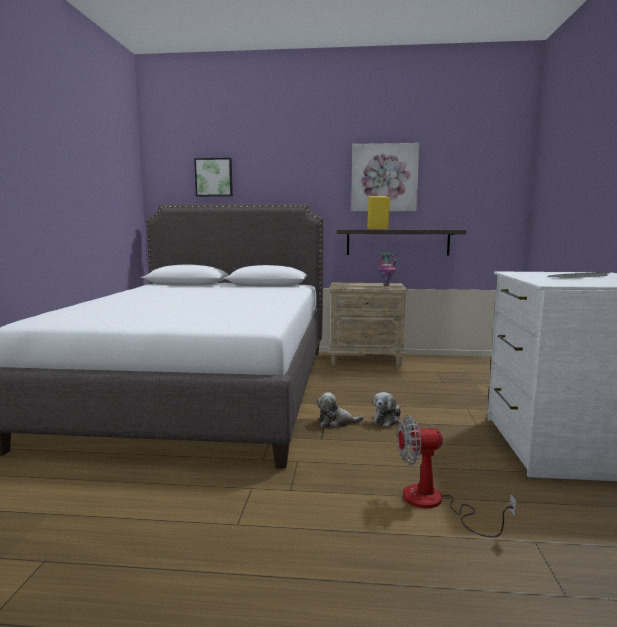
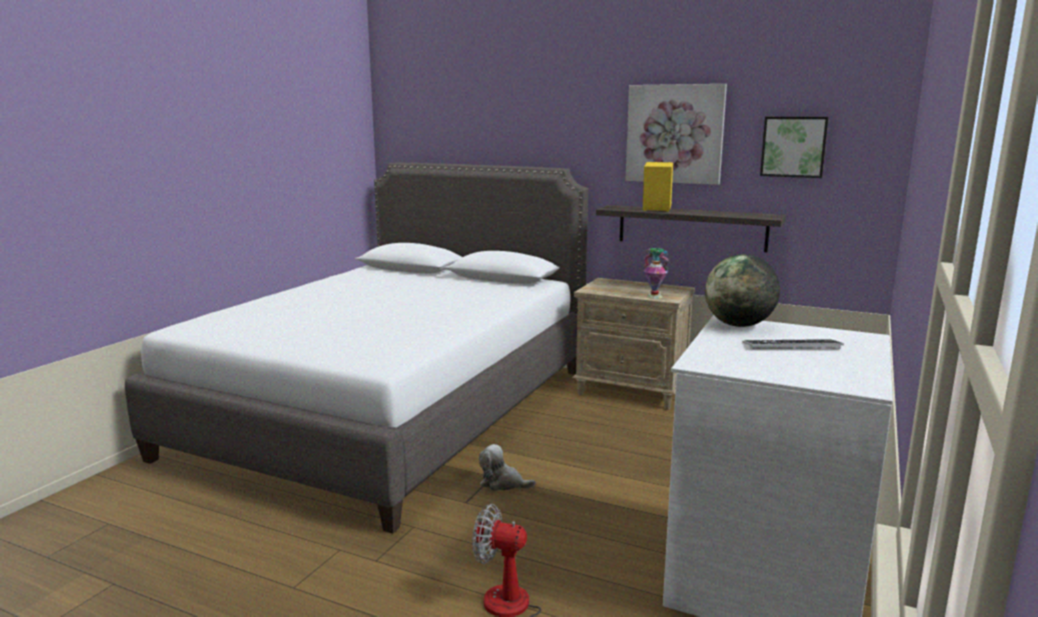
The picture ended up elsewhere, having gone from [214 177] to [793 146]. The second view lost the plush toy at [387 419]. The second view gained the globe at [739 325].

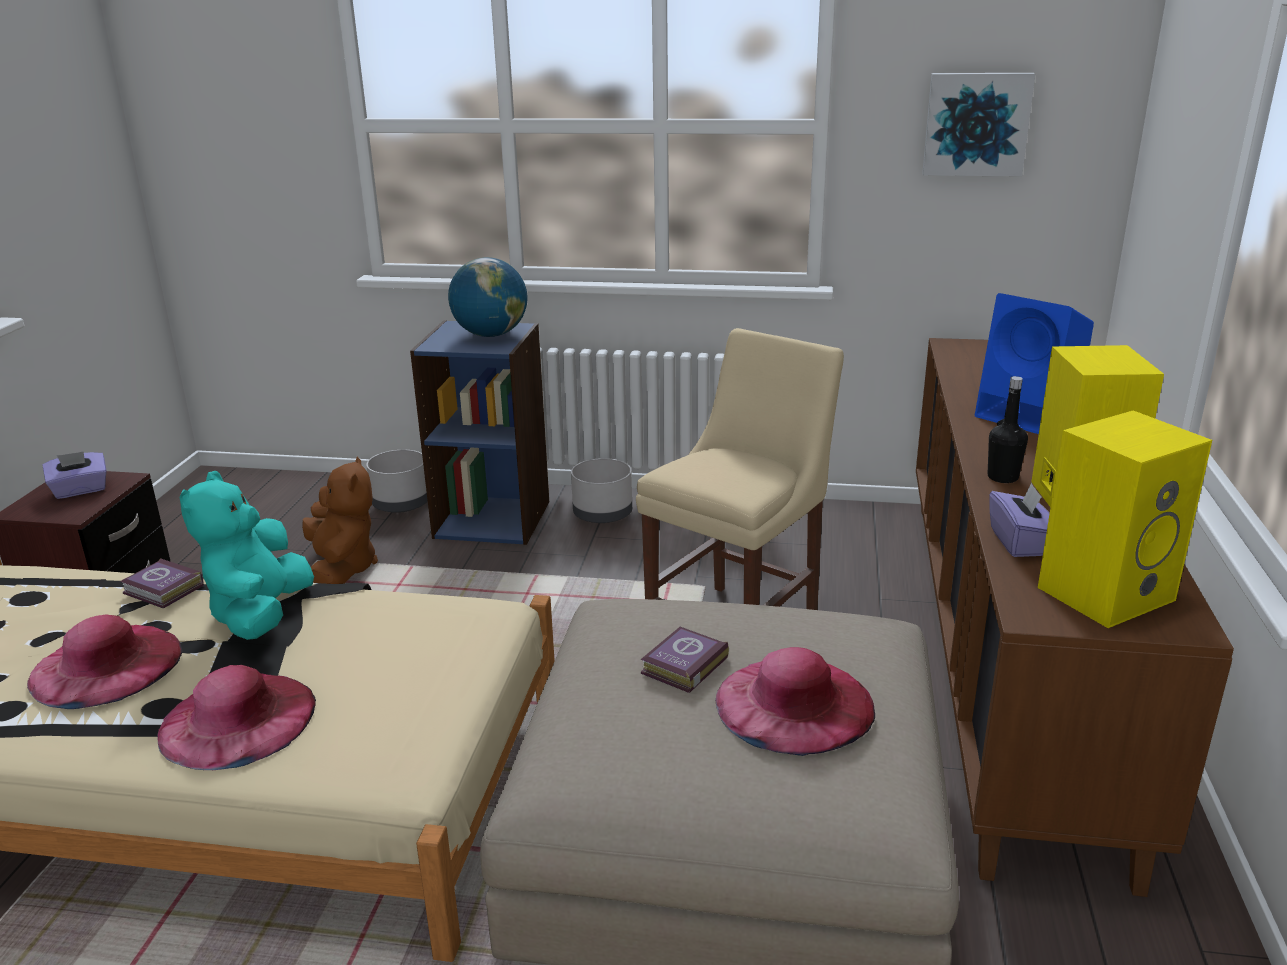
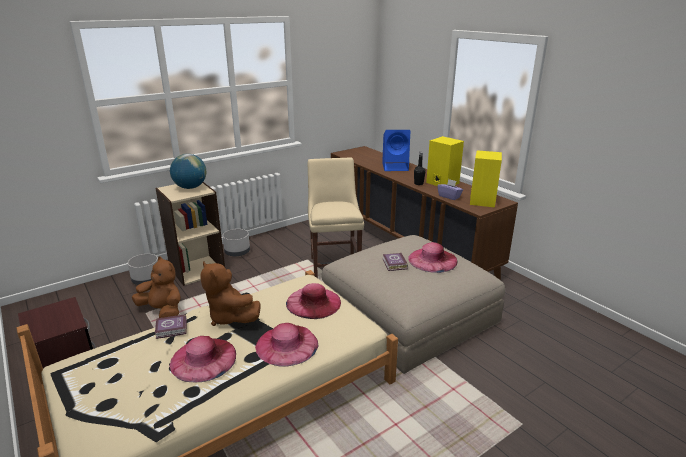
The second view lost the purplish box of tissues at [80 490]. What was the blue-green plush toy at [261 615] turned into the brownish plush toy at [230 317]. What was the blue bookcase at [493 519] turned into the beige-coloured bookcase at [197 269]. The second view lost the picture at [976 124]. The second view gained the pink clothing hat at [313 302].

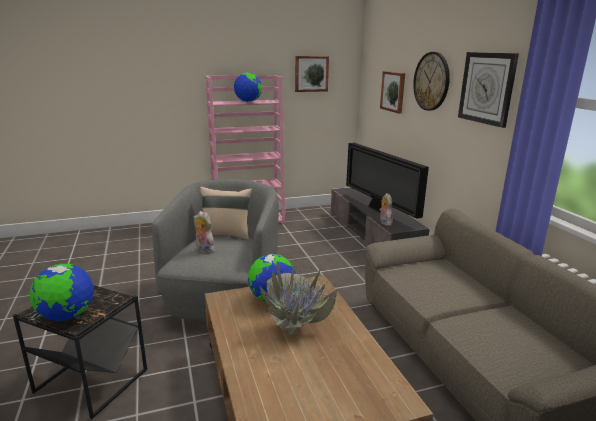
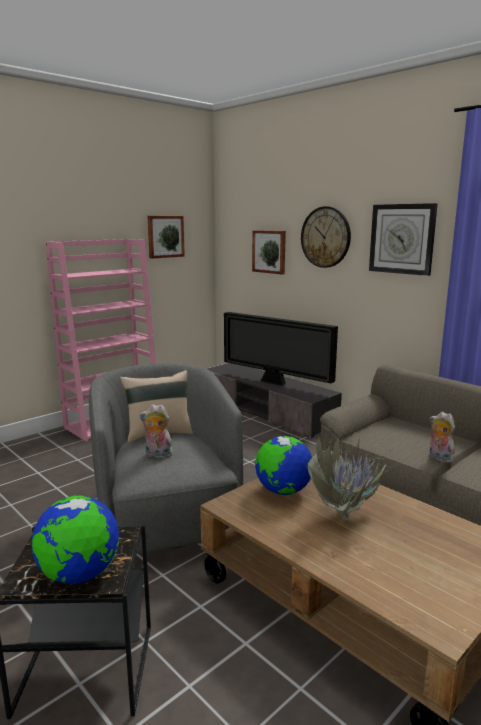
The second view lost the globe at [248 102]. The plush toy ended up elsewhere, having gone from [384 222] to [439 458].

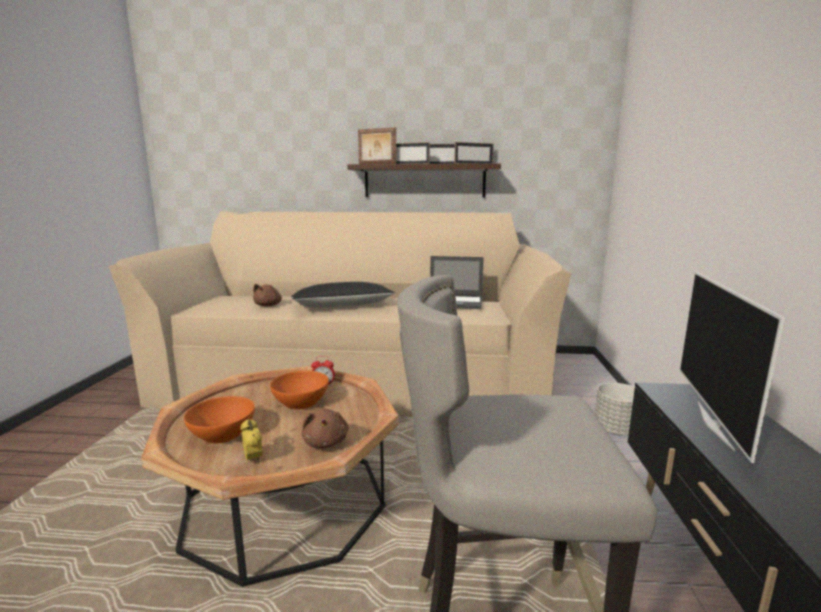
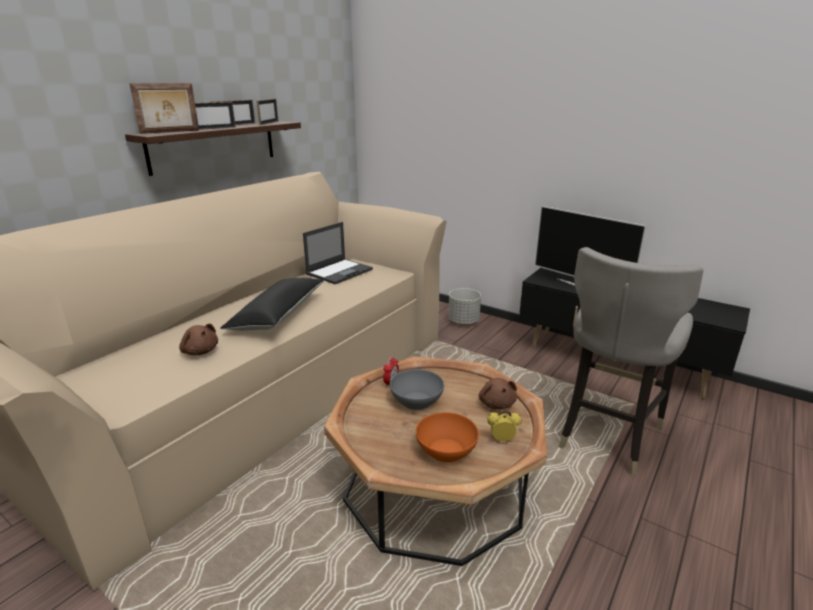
What was the orange serving bowl at [300 402] turned into the greyish serving bowl at [416 401]. The brownish plush toy at [326 442] ended up facing another way, 60 degrees clockwise from before.

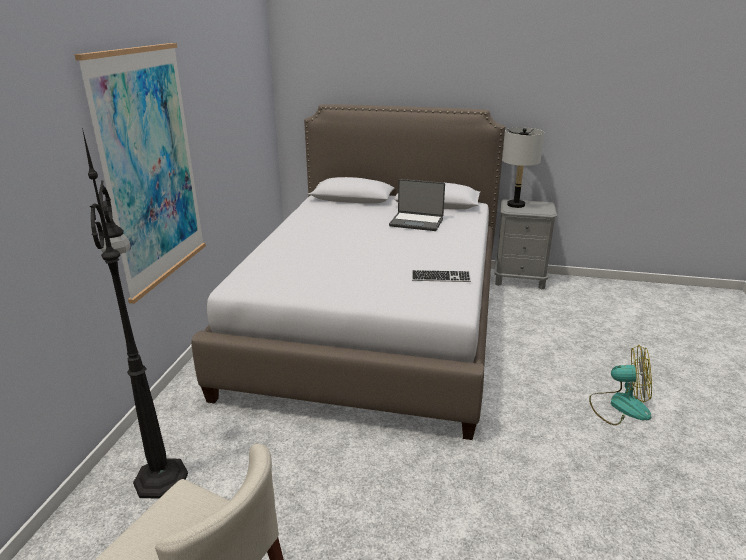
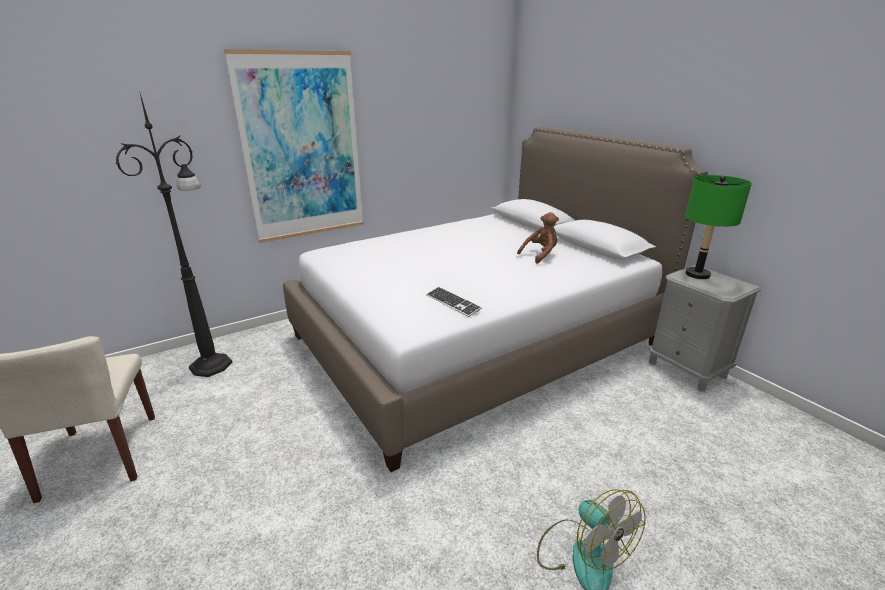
Where the laptop stood at [416 222], the brownish plush toy came to stand at [540 255]. What was the greyish lamp for a table at [515 205] turned into the green lamp for a table at [697 274].

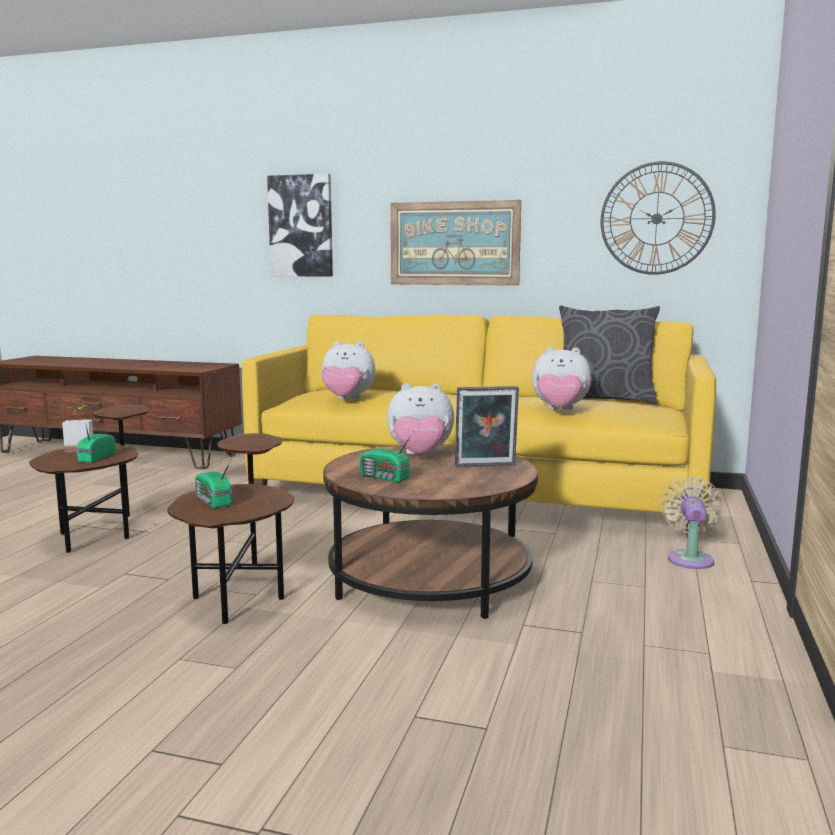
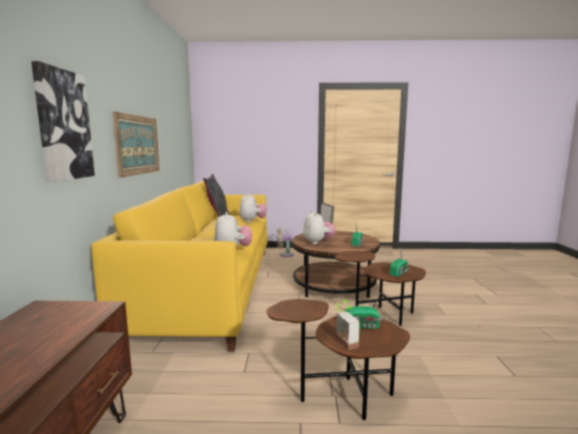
The second view lost the hanging clock at [656 218].

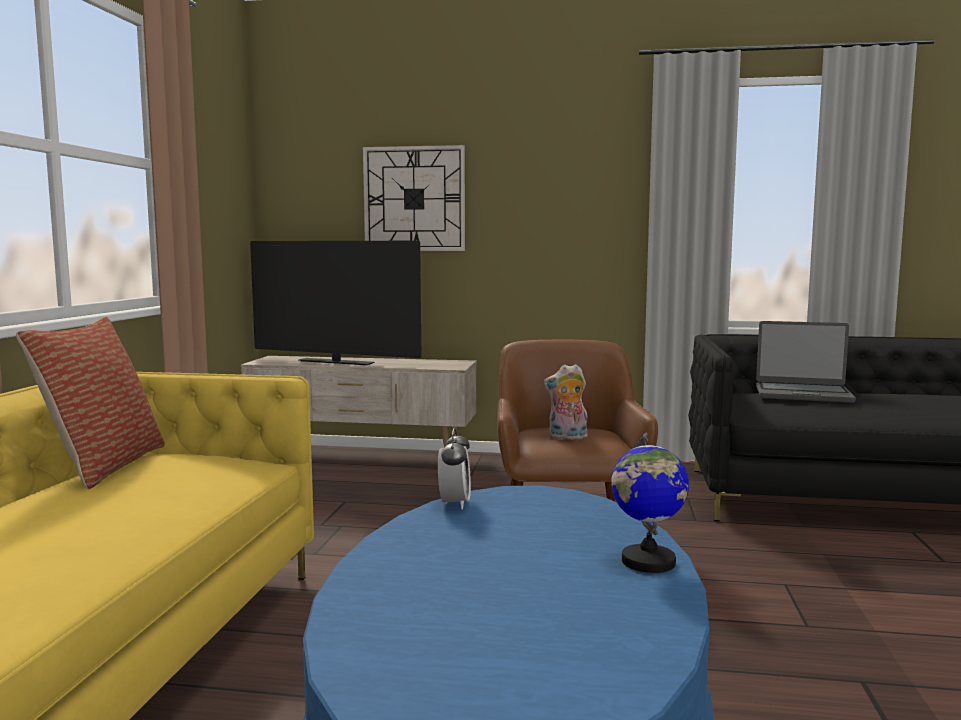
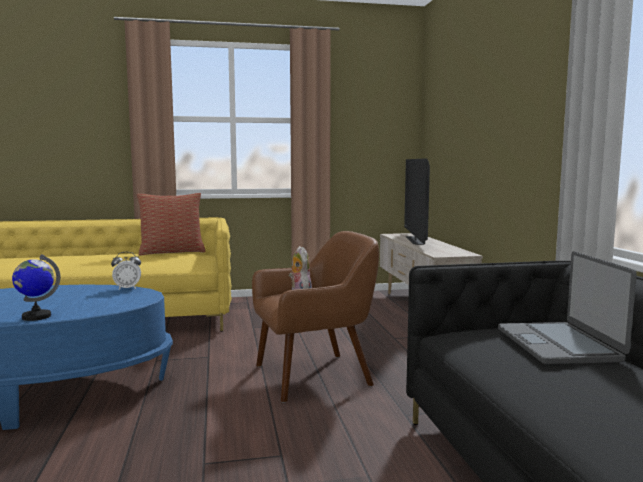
The second view lost the hanging clock at [414 199].

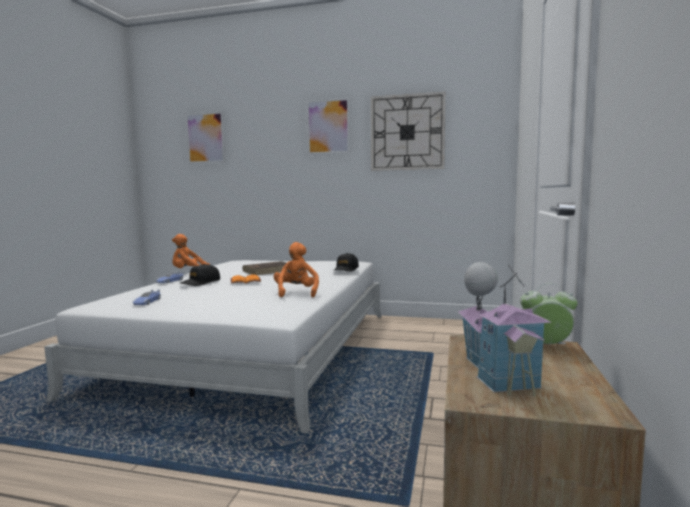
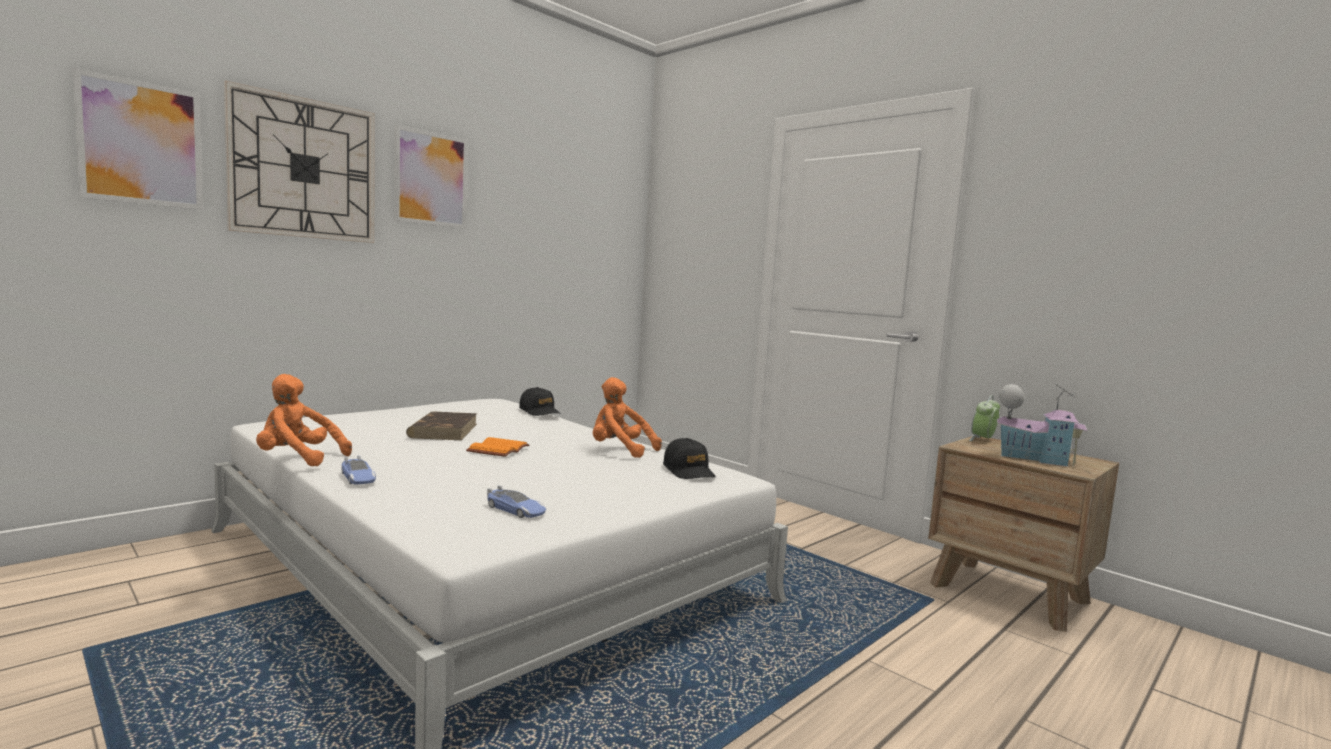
The orange plush toy at [189 272] ended up facing another way, 75 degrees clockwise from before. The blackish cap ended up elsewhere, having gone from [201 282] to [689 471]. The hanging clock ended up elsewhere, having gone from [407 132] to [304 169].

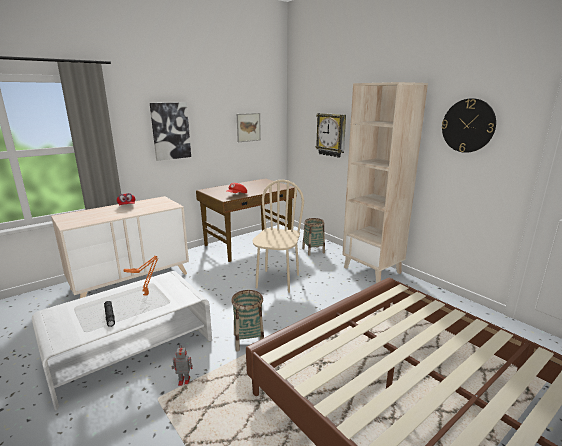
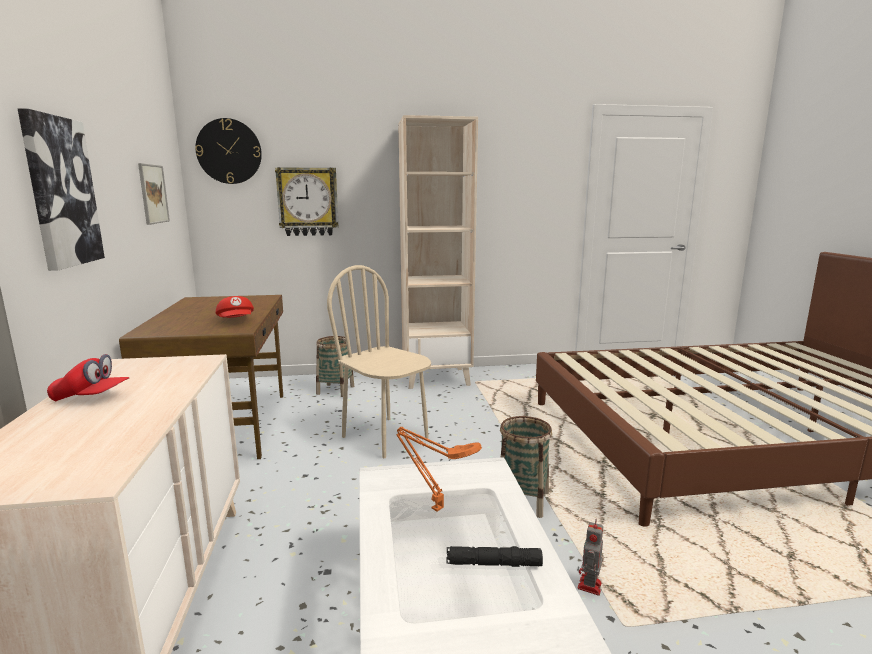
The hanging clock ended up elsewhere, having gone from [468 125] to [229 151].

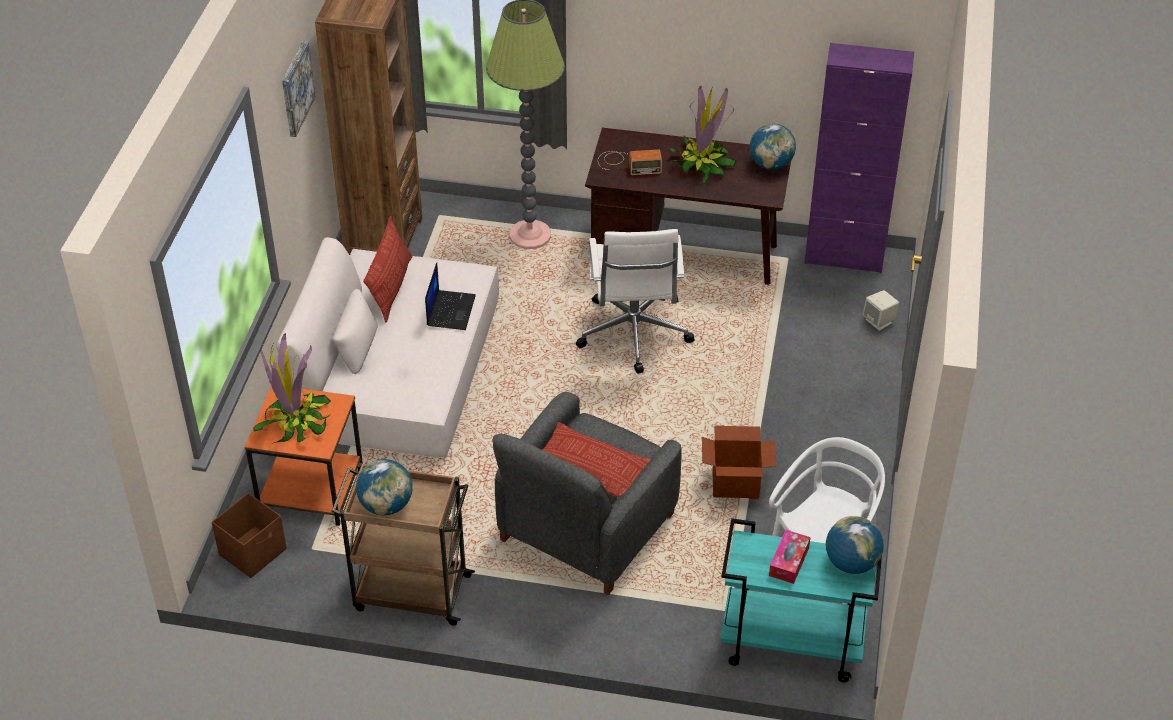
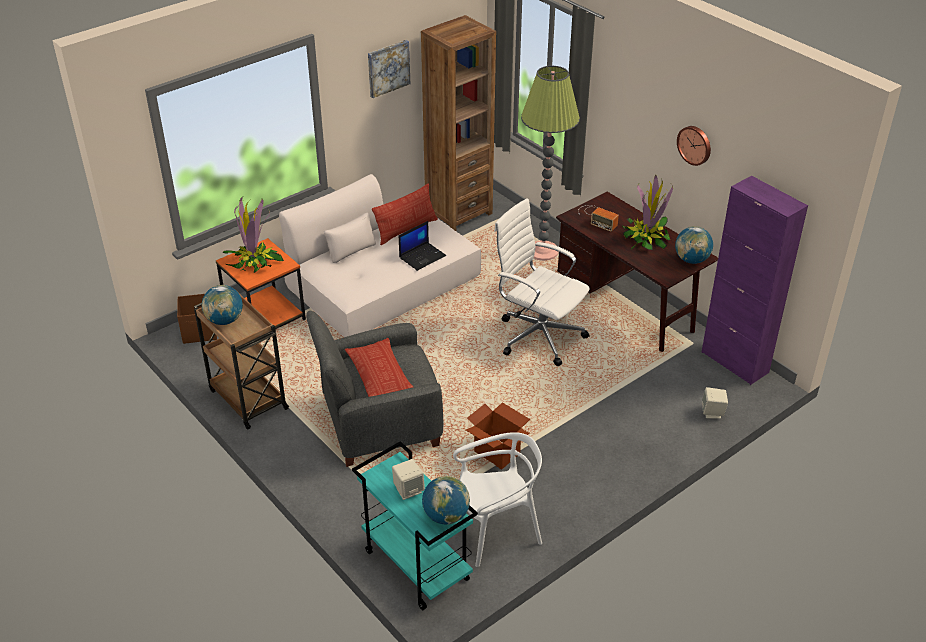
The whitish desk chair at [633 335] ended up facing another way, 90 degrees clockwise from before. Where the box of tissues stood at [789 562], the beige-coloured audio speaker came to stand at [408 490]. The second view gained the hanging clock at [695 145].

